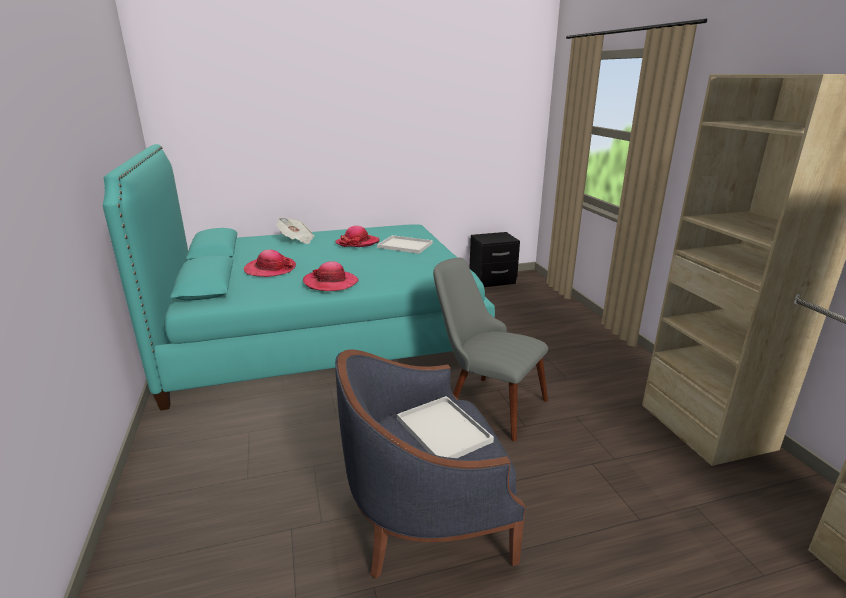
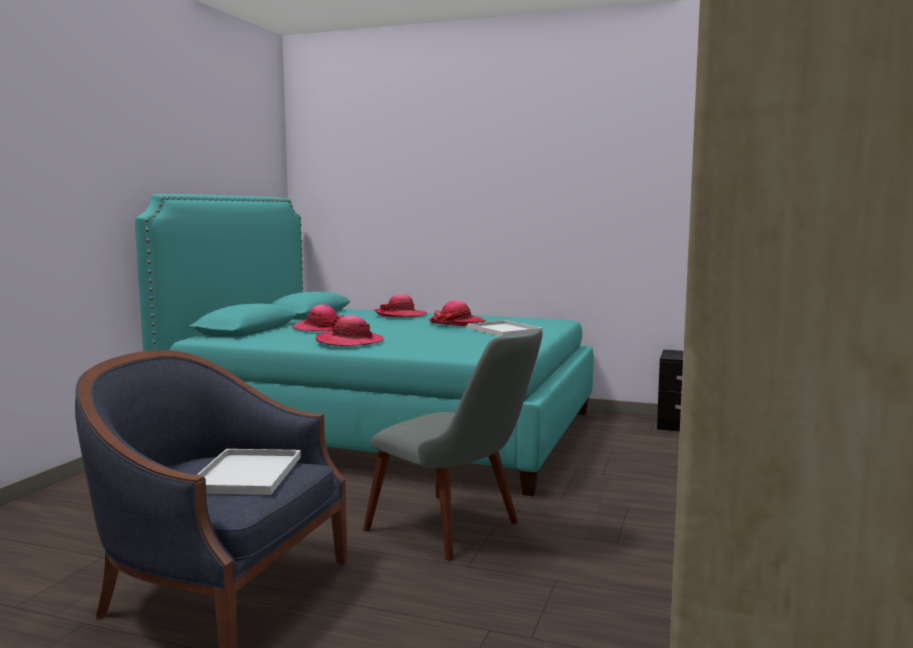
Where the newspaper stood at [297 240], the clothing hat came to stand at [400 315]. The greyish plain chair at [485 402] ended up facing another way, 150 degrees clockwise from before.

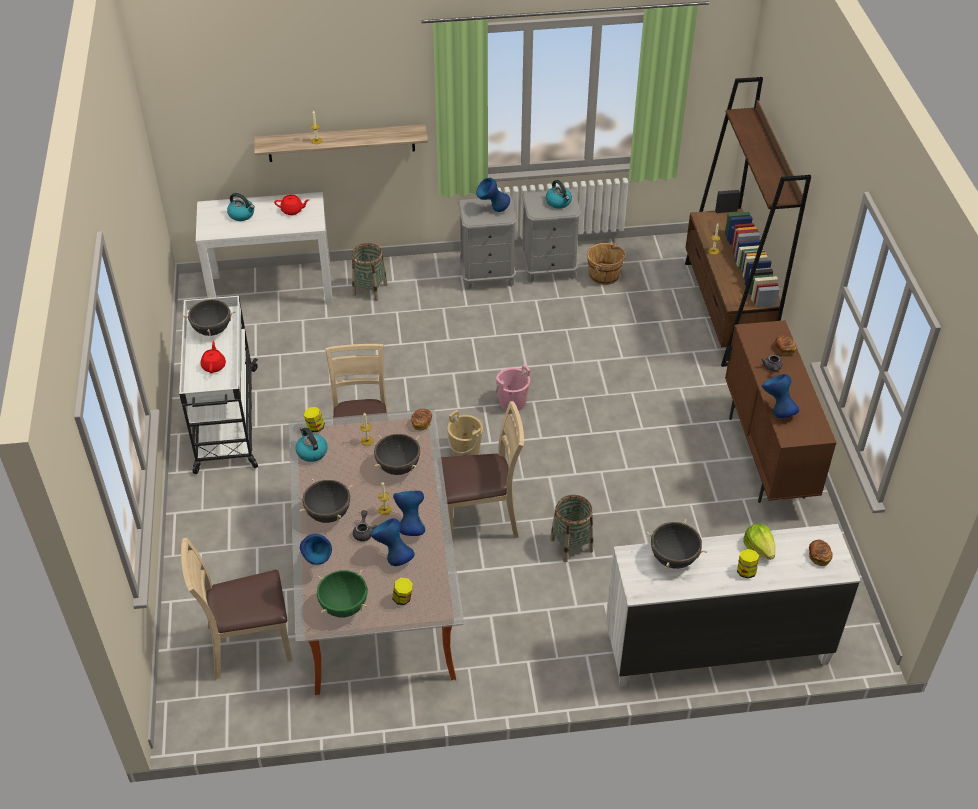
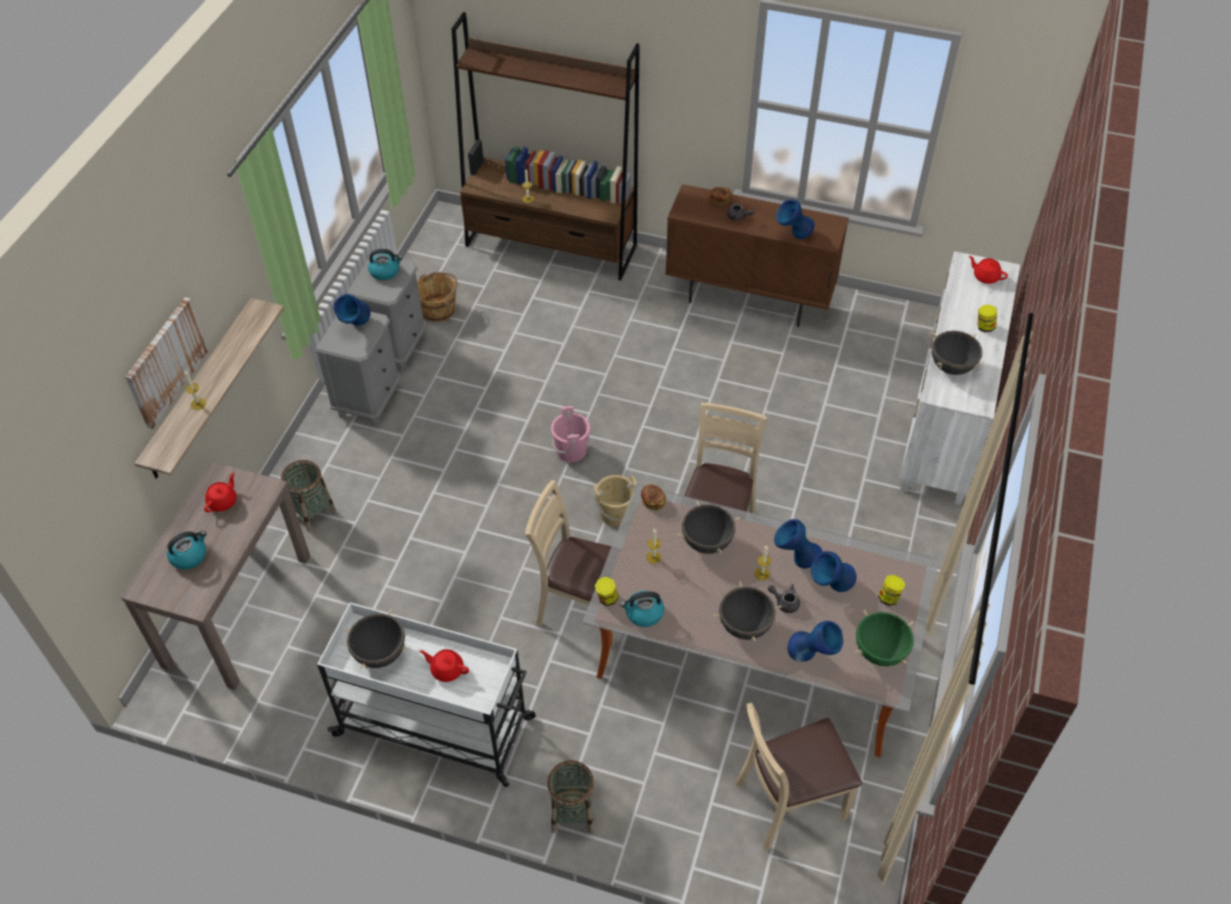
The beige-coloured plain chair at [248 644] ended up facing another way, 60 degrees clockwise from before. What was the whitish hall table at [272 289] turned into the brownish hall table at [238 609]. The basket ended up elsewhere, having gone from [571 545] to [572 812]. The second view lost the lettuce head at [759 548]. Where the baked bread stood at [819 556], the red-coloured teapot came to stand at [985 276]. The second view gained the picture at [166 362].

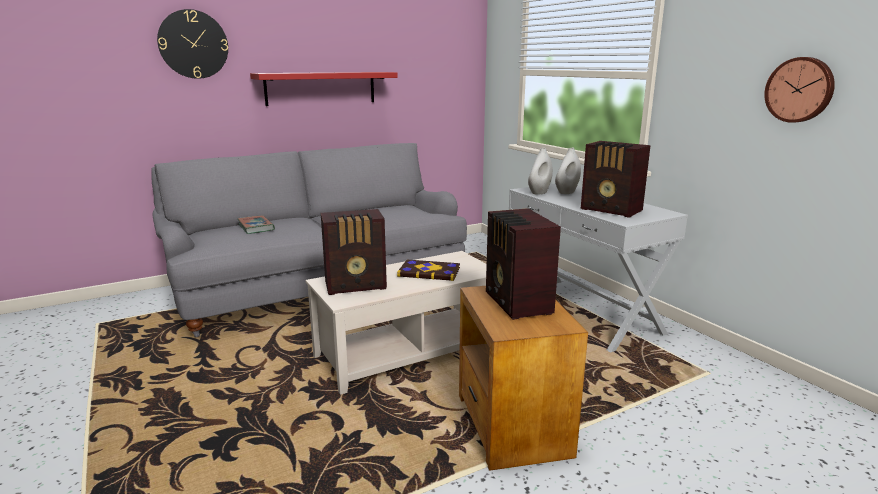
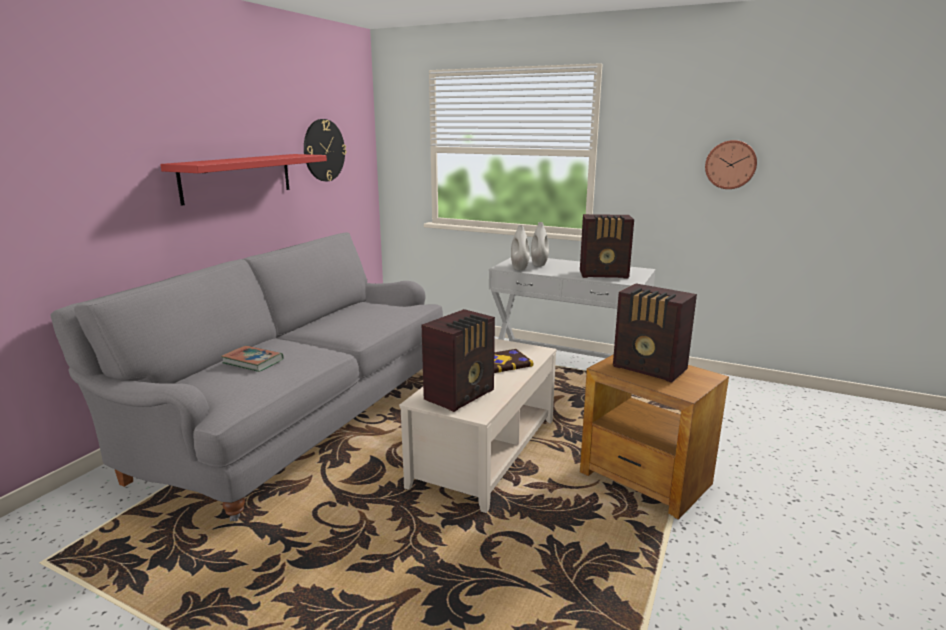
The hanging clock ended up elsewhere, having gone from [193 44] to [324 150].

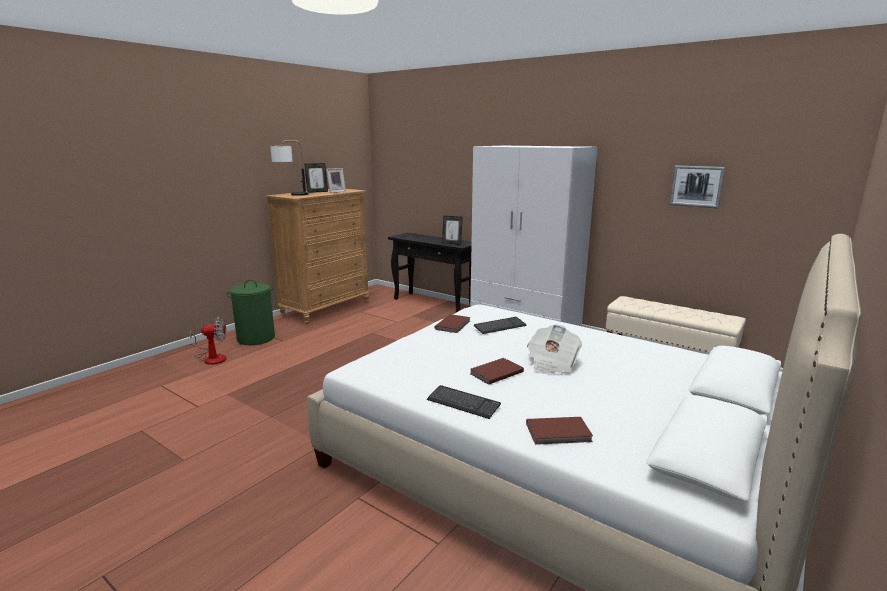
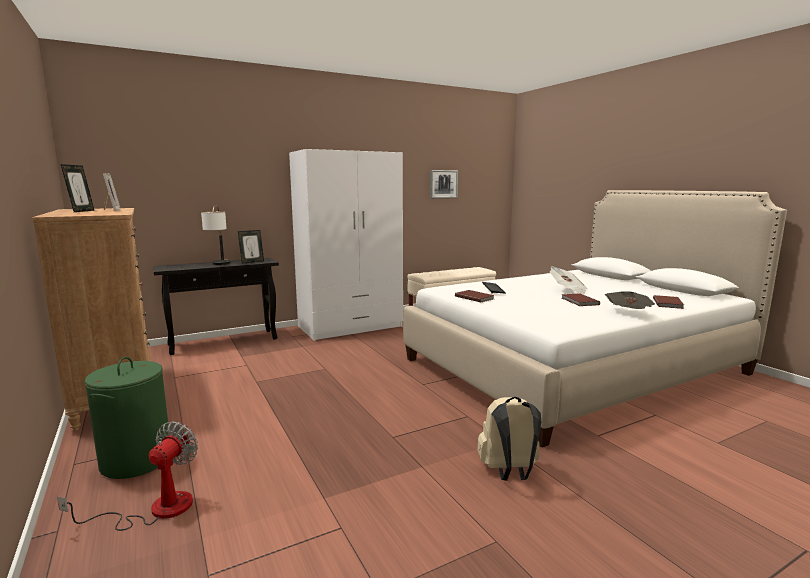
The lamp for a table ended up elsewhere, having gone from [291 195] to [219 264]. Where the computer keyboard stood at [463 403], the newspaper came to stand at [628 313]. The second view gained the beige-coloured knapsack at [509 472].

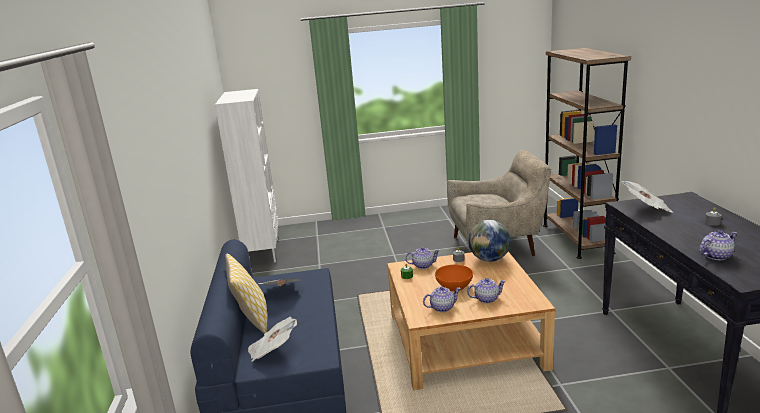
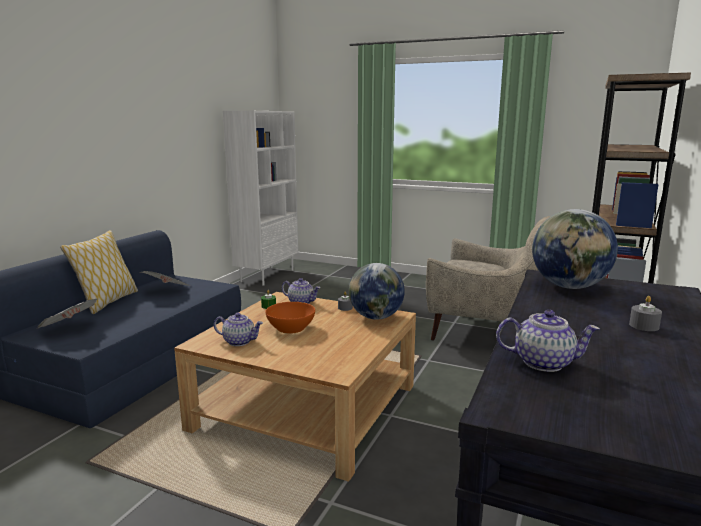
The second view lost the teapot at [486 299]. Where the newspaper stood at [646 208], the globe came to stand at [569 287].

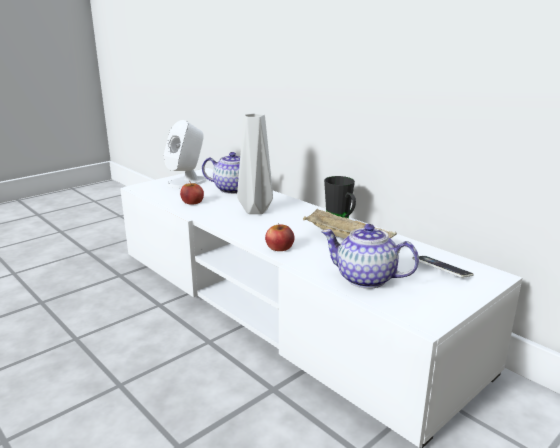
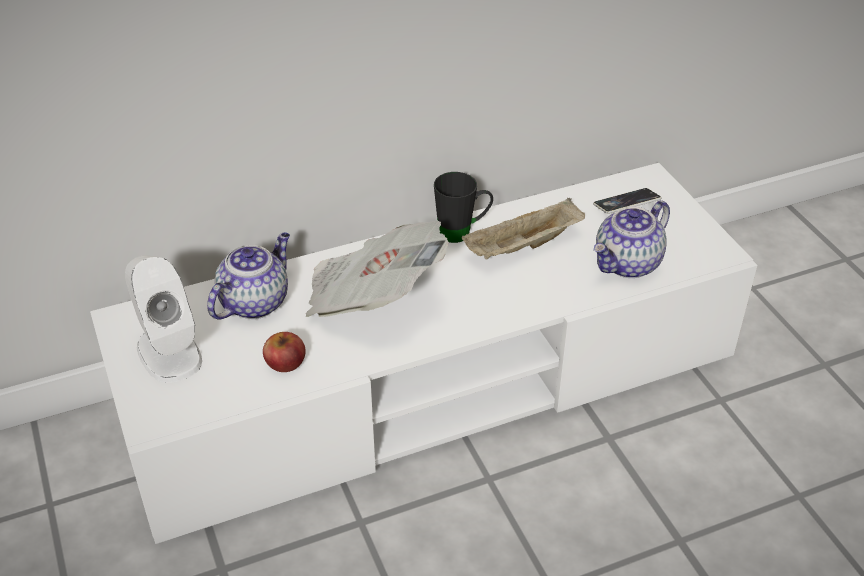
Where the greyish decorative vase stood at [257 211], the newspaper came to stand at [373 298]. The second view lost the apple fruit at [279 247].

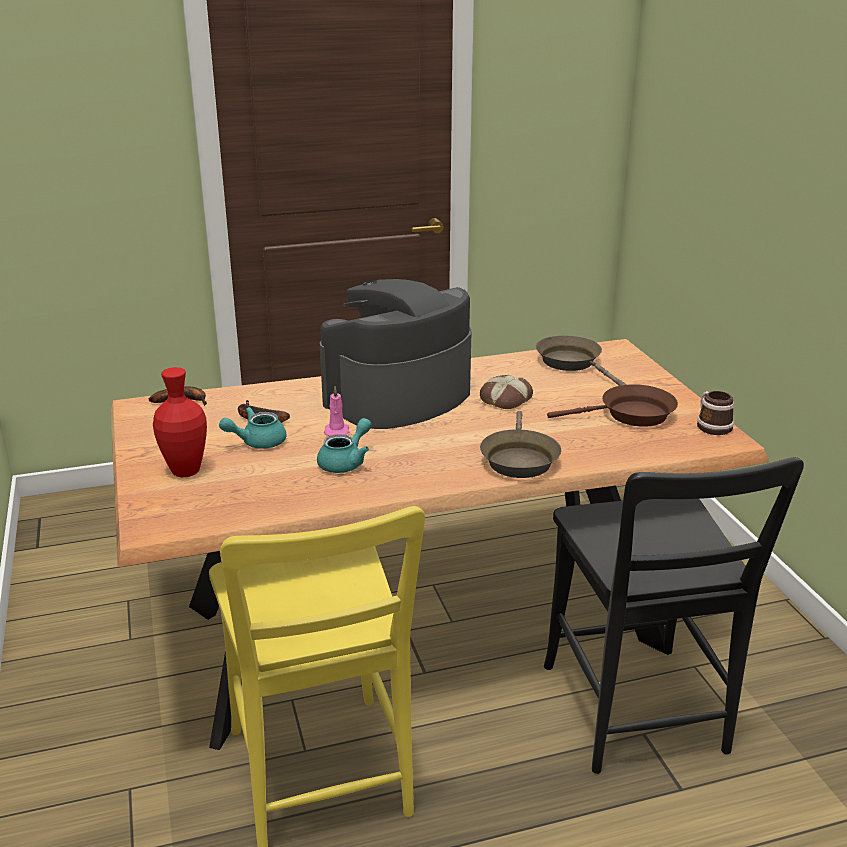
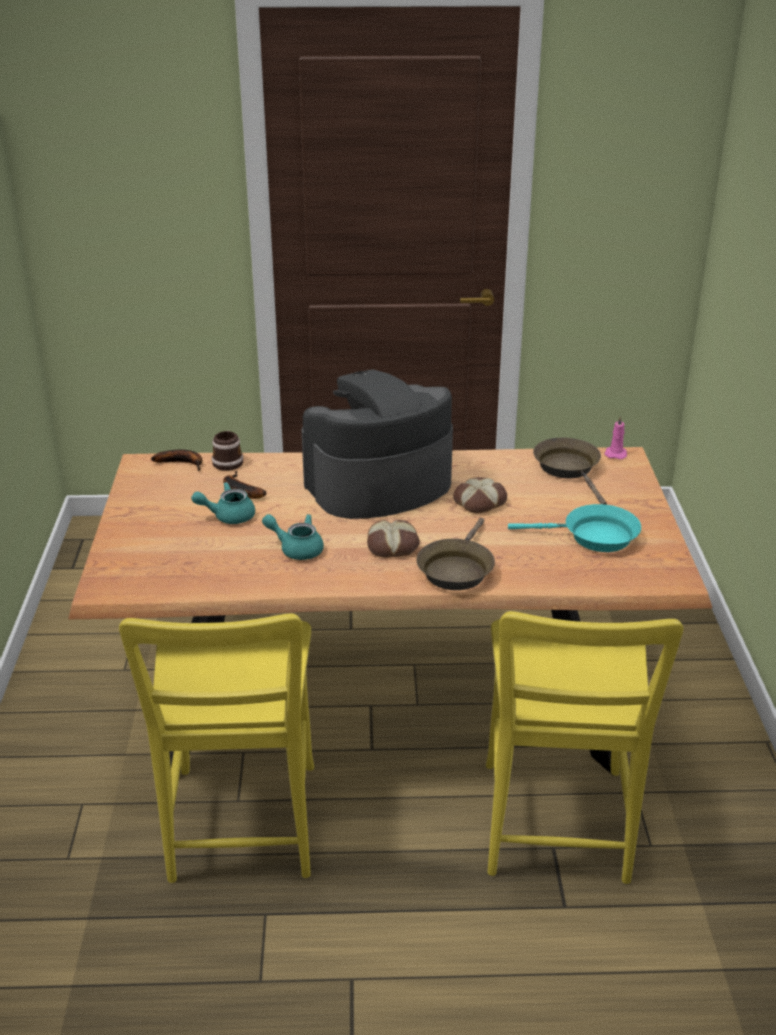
The second view lost the red-coloured decorative vase at [185 471]. The blue-green teapot at [346 462] ended up facing another way, 120 degrees counterclockwise from before. The pink wax candle ended up elsewhere, having gone from [337 431] to [615 454]. What was the blackish plain chair at [637 716] turned into the yellow-coloured plain chair at [555 829]. What was the brownish pan at [631 415] turned into the blue-green pan at [593 537]. The coffee mug ended up elsewhere, having gone from [711 425] to [228 461]. The second view gained the baked bread at [393 545].

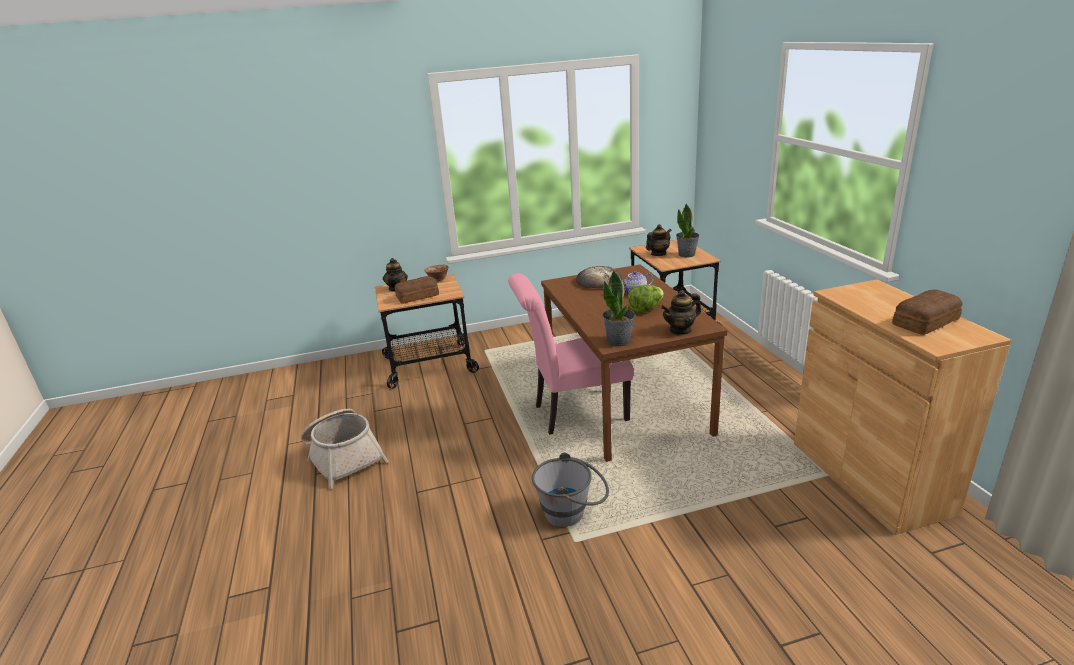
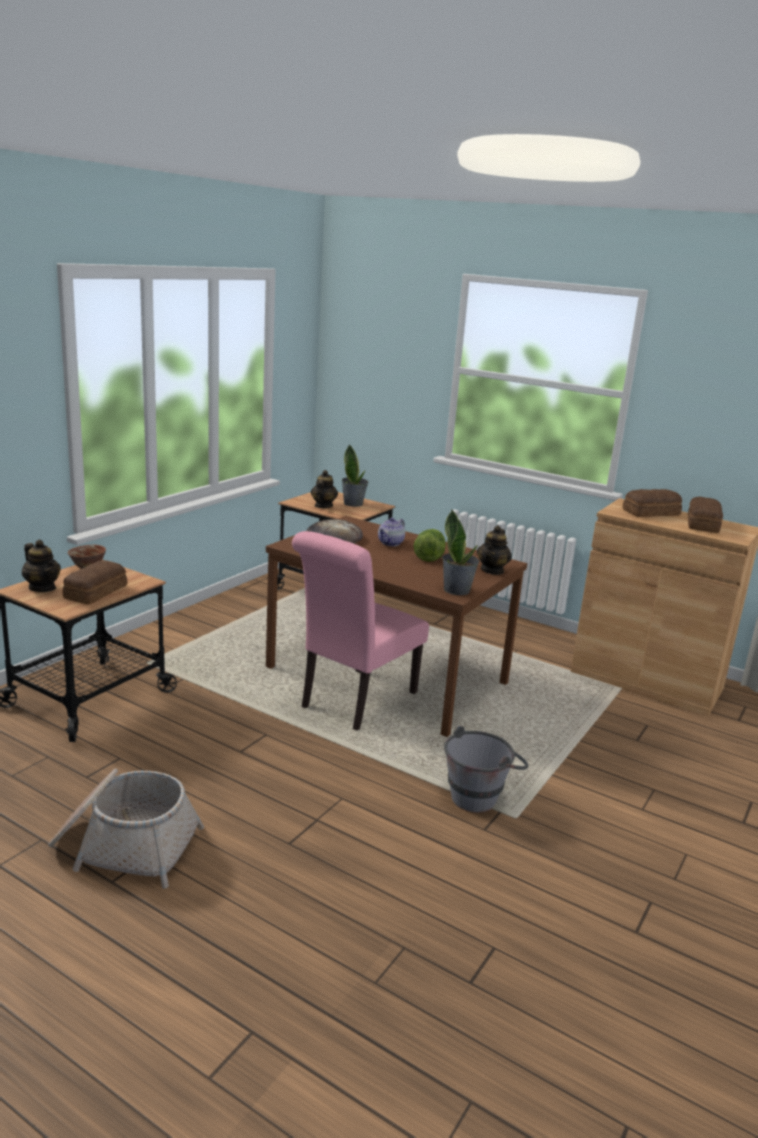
The second view gained the baked bread at [652 513].

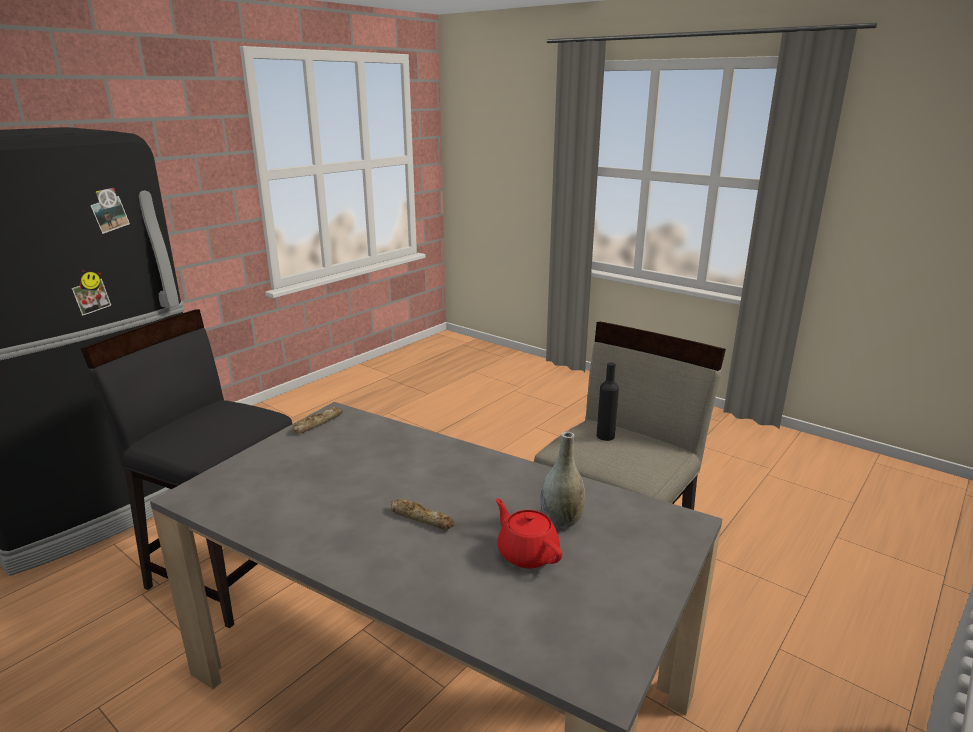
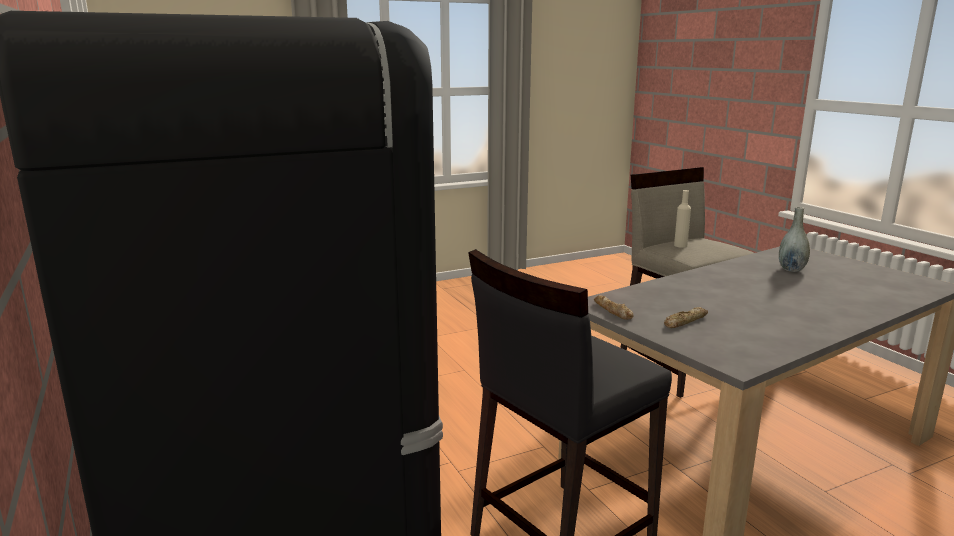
The baked bread ended up elsewhere, having gone from [422 518] to [684 321]. The second view lost the red-coloured teapot at [527 553]. What was the blackish drink bottle at [605 436] turned into the beige-coloured drink bottle at [680 245].

